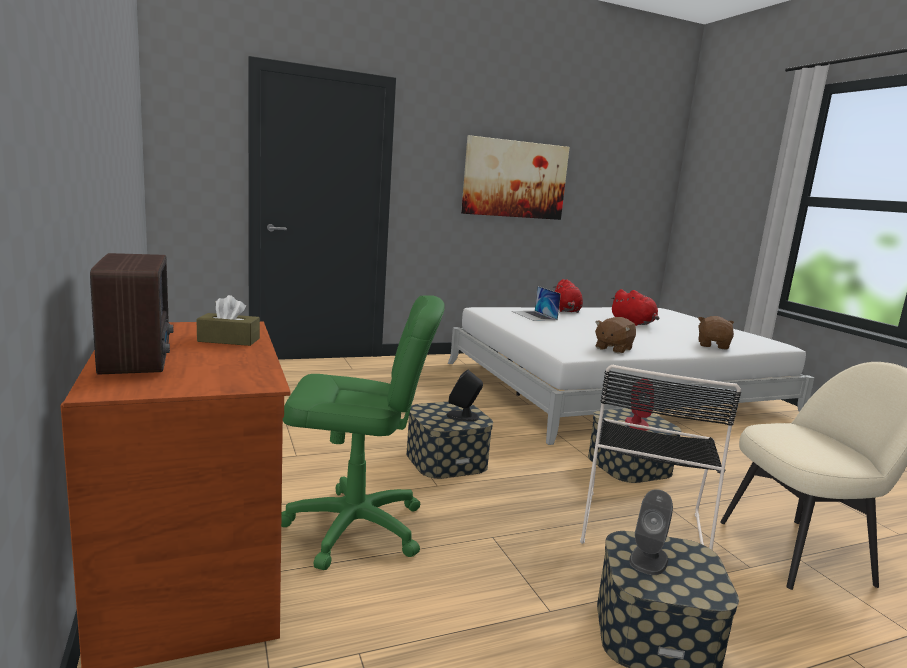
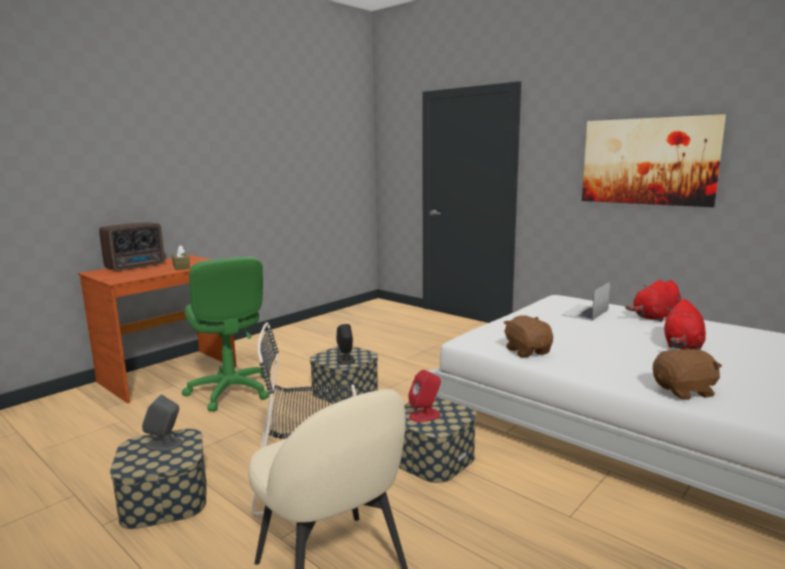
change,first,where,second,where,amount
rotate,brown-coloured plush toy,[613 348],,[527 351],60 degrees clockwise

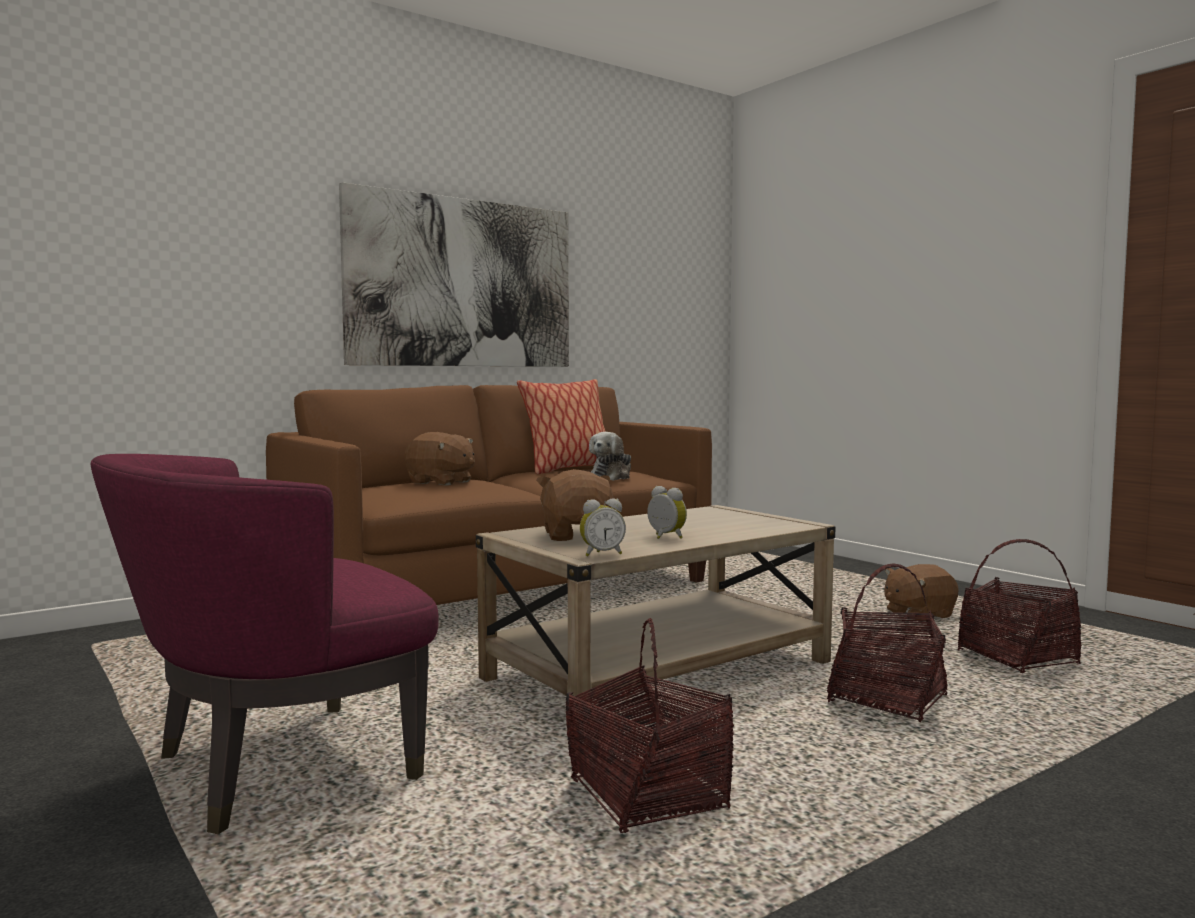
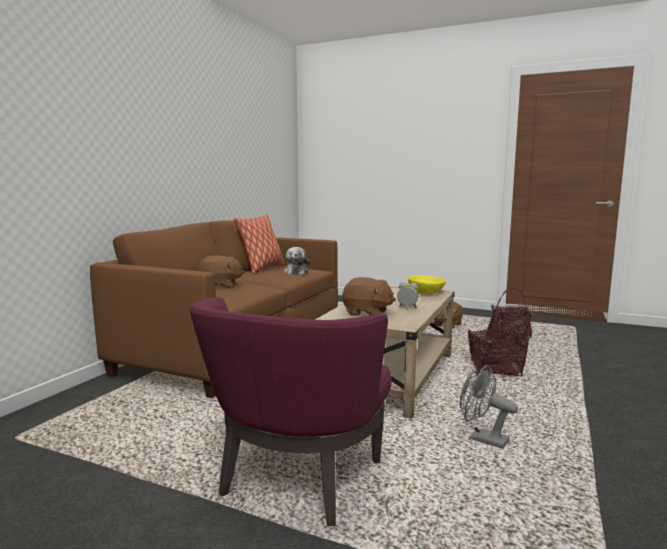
change,first,where,second,where,amount
delete,picture,[462 283],,,
rotate,brown-coloured plush toy,[578 535],,[367 313],150 degrees clockwise
delete,alarm clock,[601 554],,,
replace,household basket,[648 797],gray cooling fan,[482 439],
insert,,,yellow deep dish,[426 293],

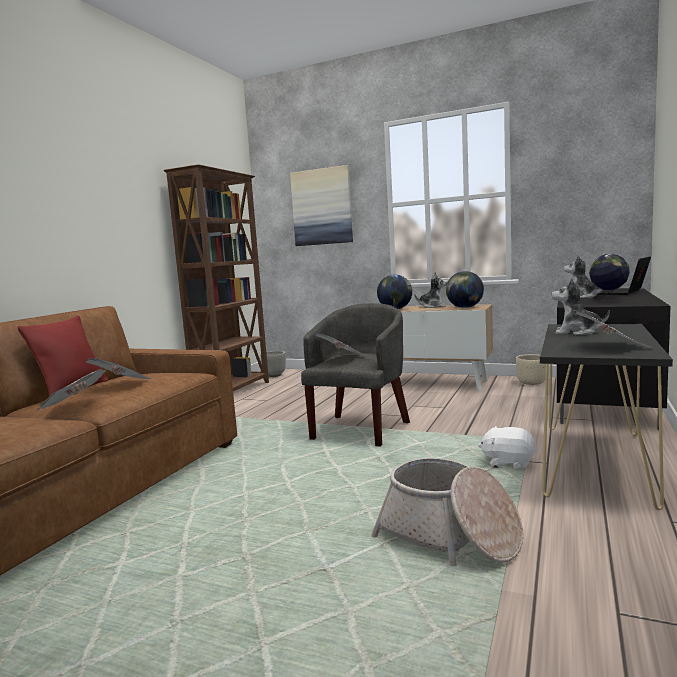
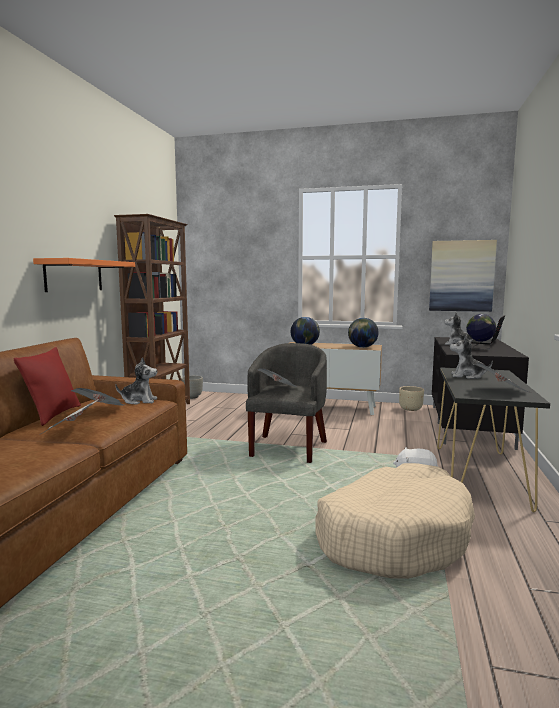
change,first,where,second,where,amount
move,picture,[322 207],,[461 276],
move,plush toy,[433 306],,[139 401],
replace,household basket,[449 536],sand-coloured pet bed,[393 536],
insert,,,orangey bracket shelf,[74 275],

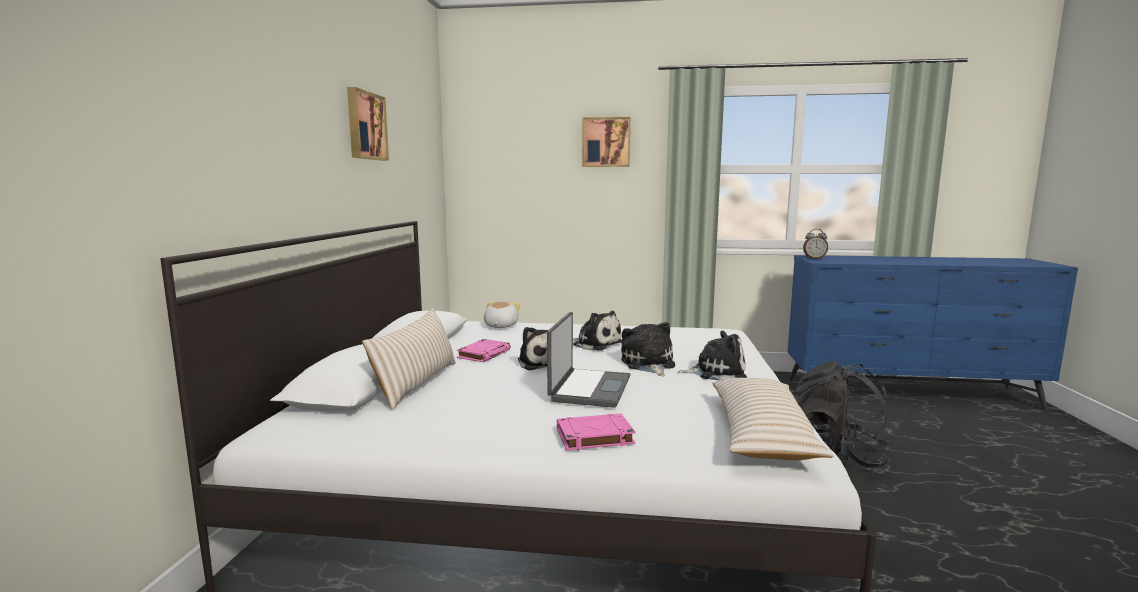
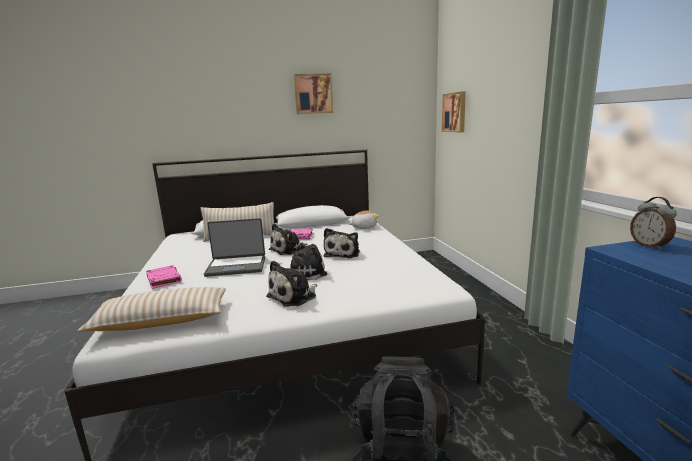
change,first,where,second,where,amount
move,picture,[606 142],,[455 112],
rotate,plush toy,[716 372],,[294 296],60 degrees clockwise

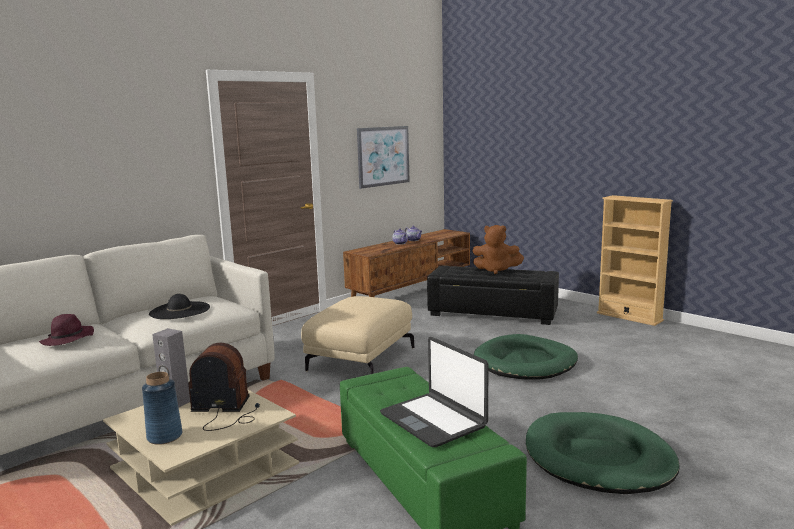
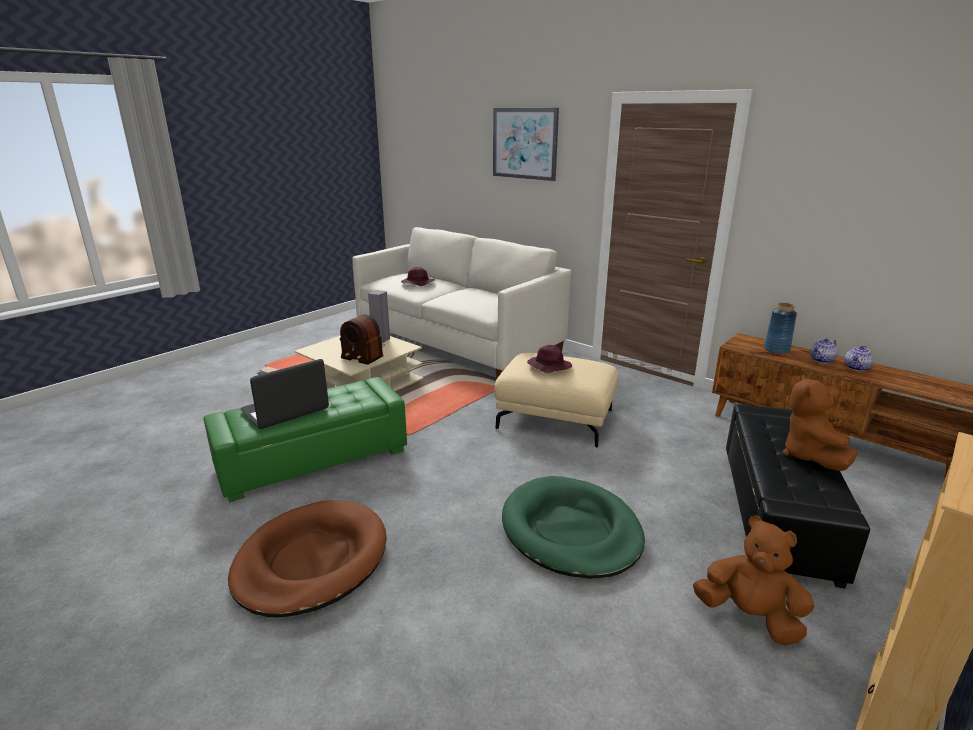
change,first,where,second,where,amount
move,picture,[383 156],,[524 143],
delete,blackish hat,[180 310],,,
rotate,radio set,[225 411],,[363 354],120 degrees clockwise
move,blue-coloured vase,[164 436],,[776 349],
recolor,green-coloured pet bed,[598 458],brown-coloured pet bed,[311 561],
insert,,,purple-coloured hat,[548 366],
insert,,,brown-coloured plush toy,[749 616],

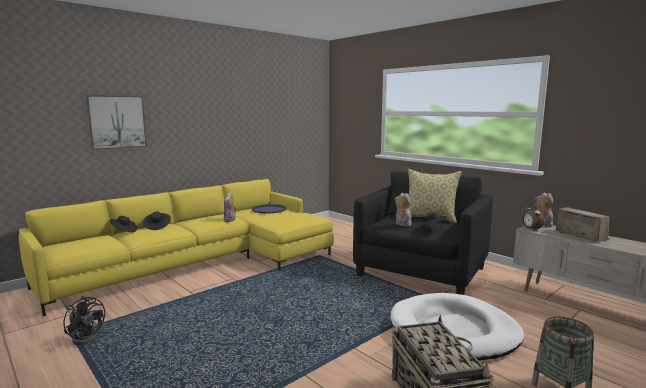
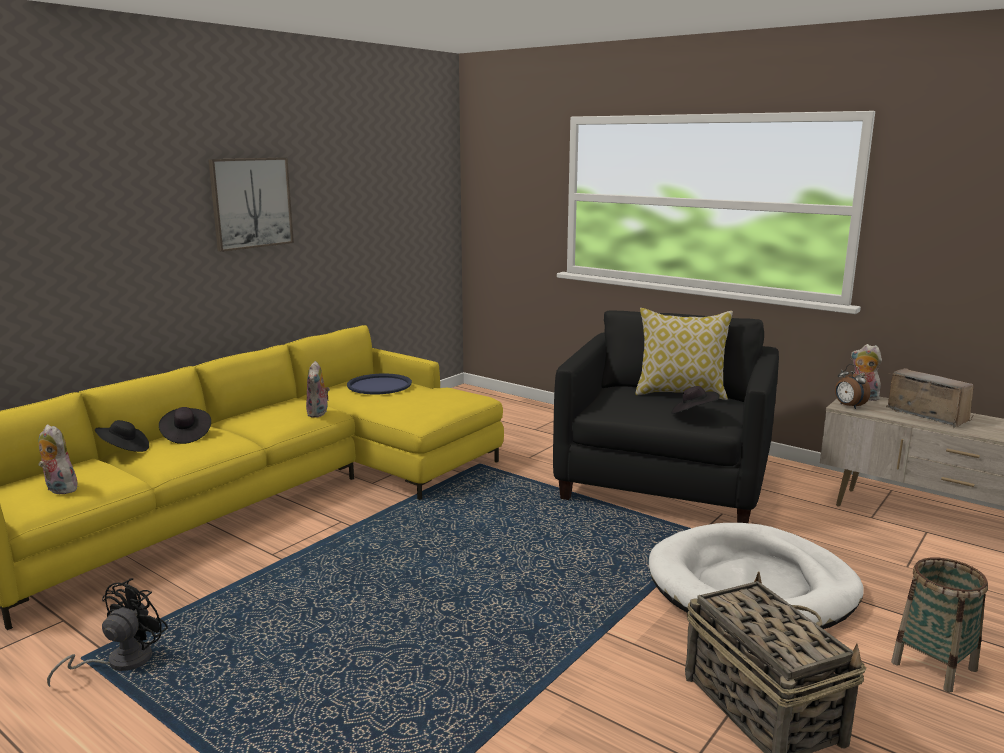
change,first,where,second,where,amount
move,picture,[117 122],,[251 203],
move,plush toy,[402 224],,[59 489],
rotate,blackish cooling fan,[87 337],,[120 662],90 degrees counterclockwise

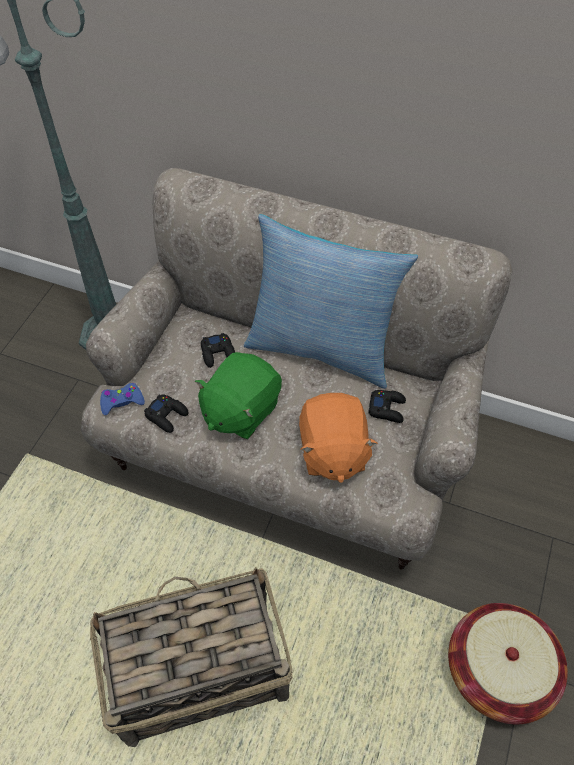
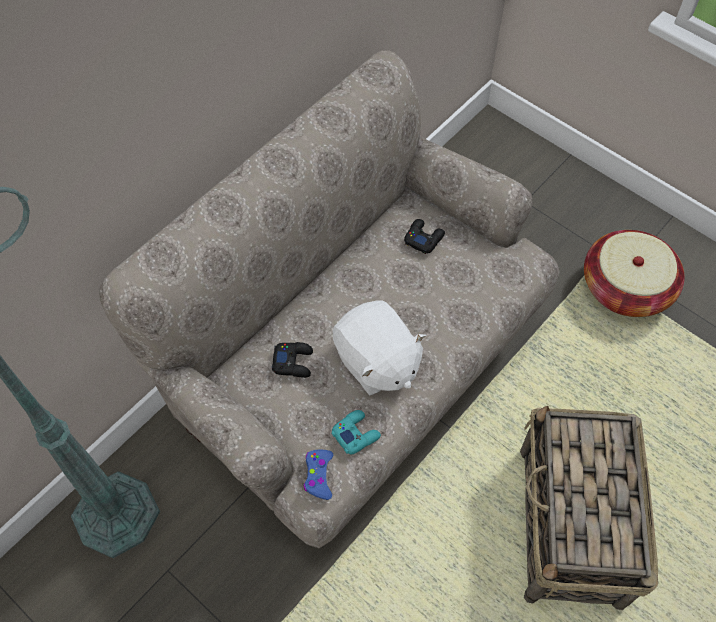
change,first,where,second,where,amount
delete,pillow,[321 348],,,
recolor,green-coloured plush toy,[240 410],white-coloured plush toy,[376 362],
delete,orangey plush toy,[332 451],,,
recolor,blackish game controller,[167 415],turquoise-coloured game controller,[356 434],

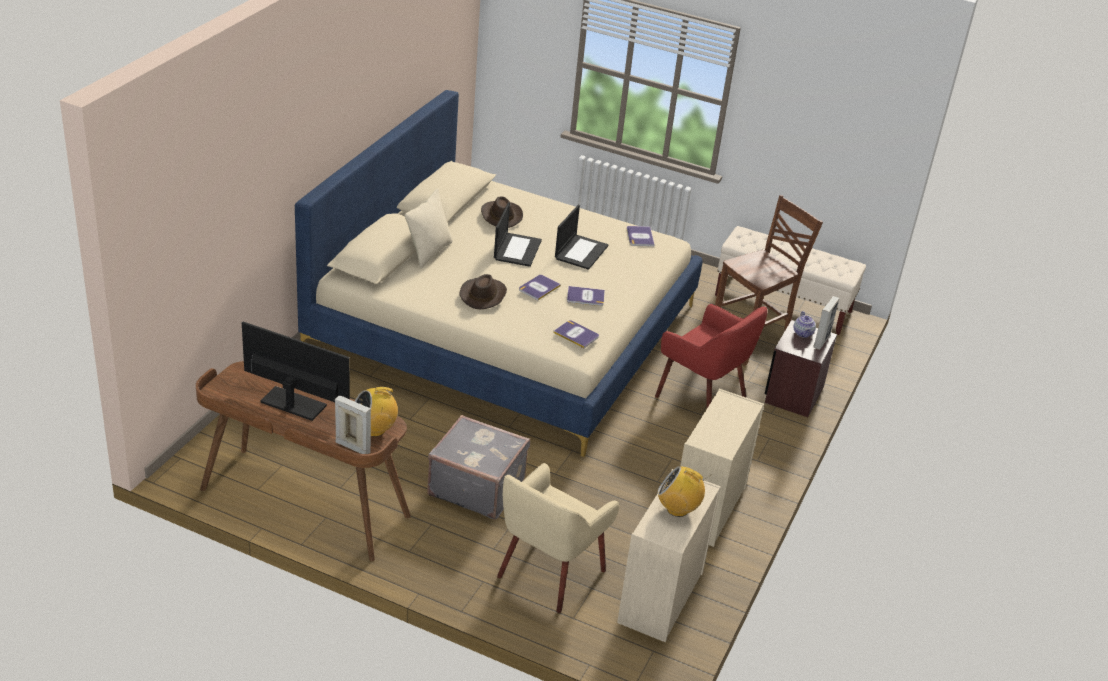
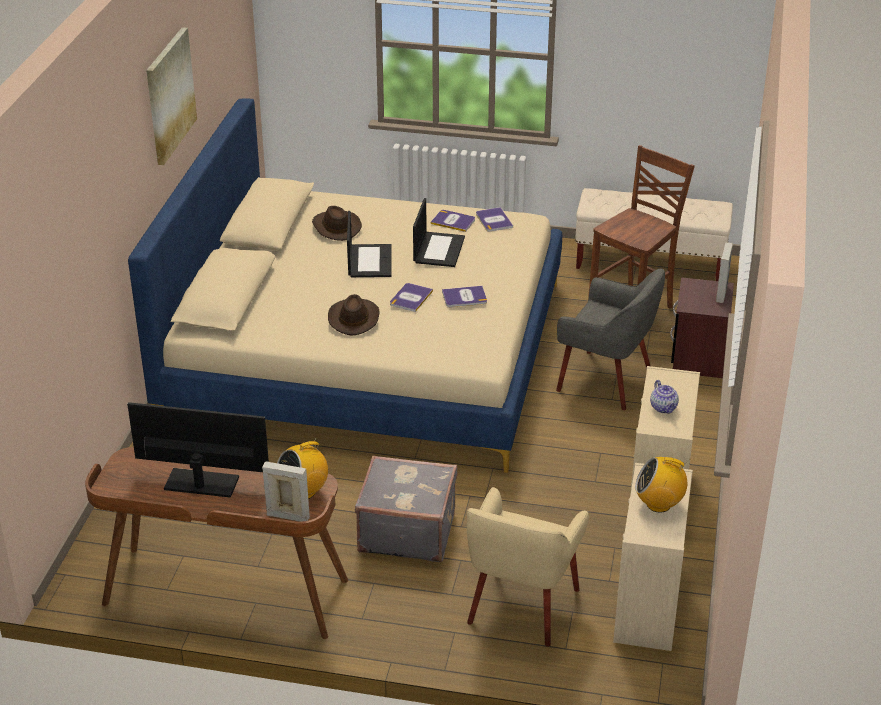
change,first,where,second,where,amount
delete,sand-coloured pillow,[429 252],,,
recolor,red easy chair,[702 397],gray easy chair,[606 381],
move,teapot,[803 333],,[664 408],
move,volume,[576 334],,[453 221],
insert,,,picture,[169 95],

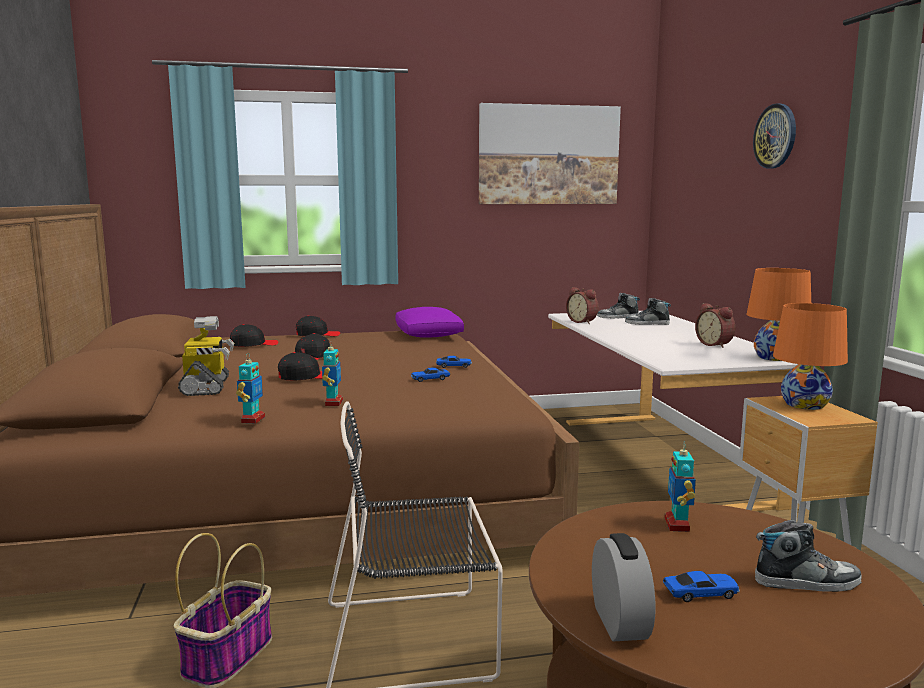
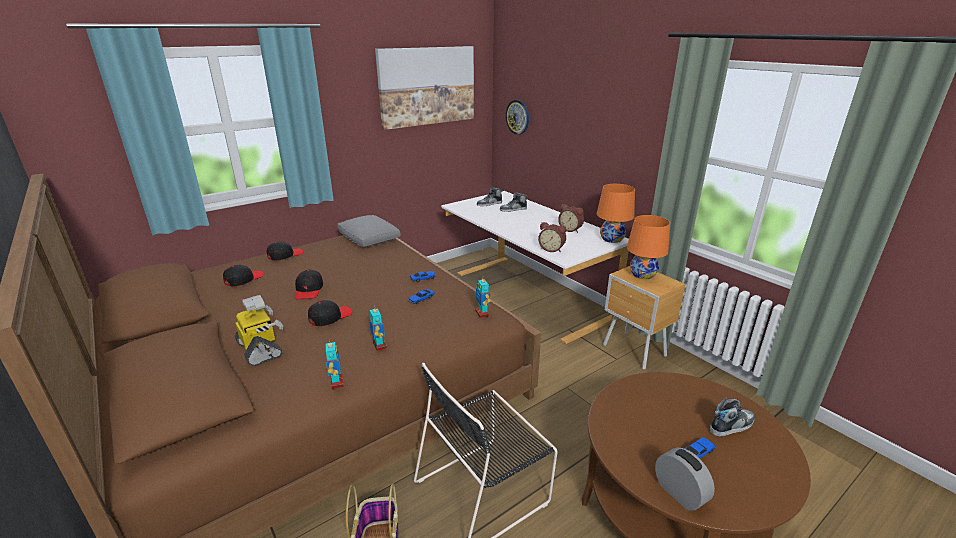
change,first,where,second,where,amount
move,wall clock,[775 136],,[518 117],
move,alarm clock,[583 322],,[552 249],
recolor,purple-coloured pillow,[428 334],gray pillow,[368 238],
move,toy robot,[678 525],,[482 313],

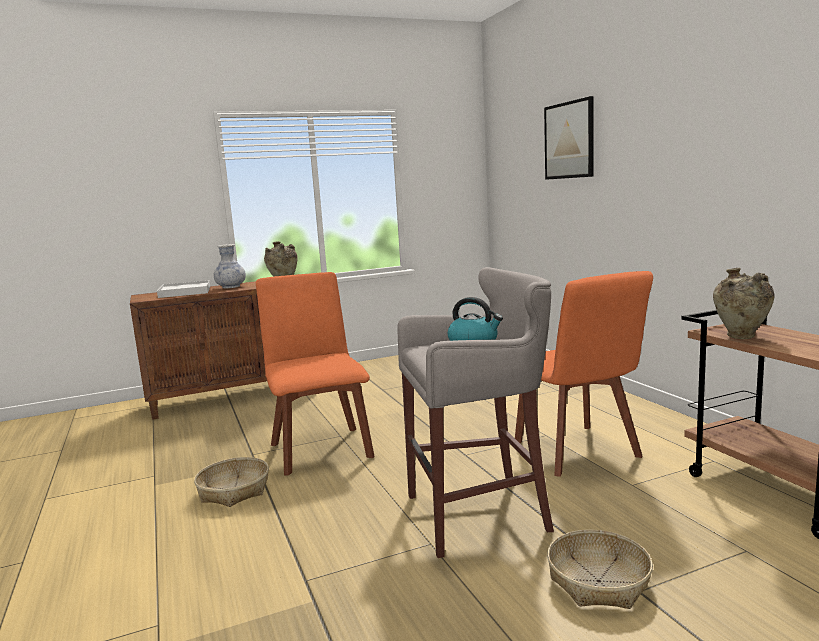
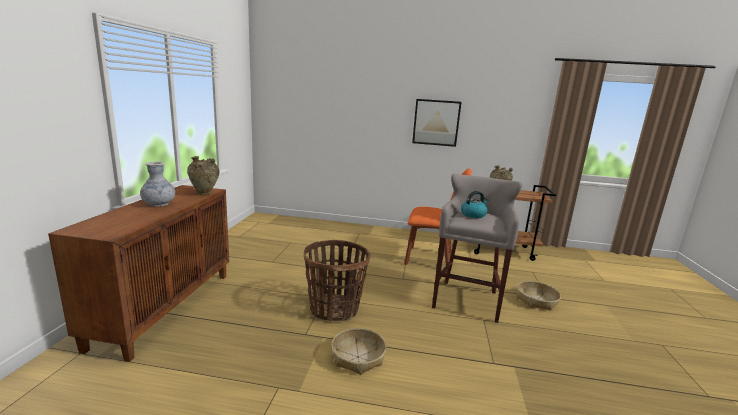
change,first,where,second,where,amount
move,picture,[569 140],,[436 122],
replace,orangey chair,[320 448],household basket,[334 309],
delete,white-coloured serving tray,[185 292],,,

